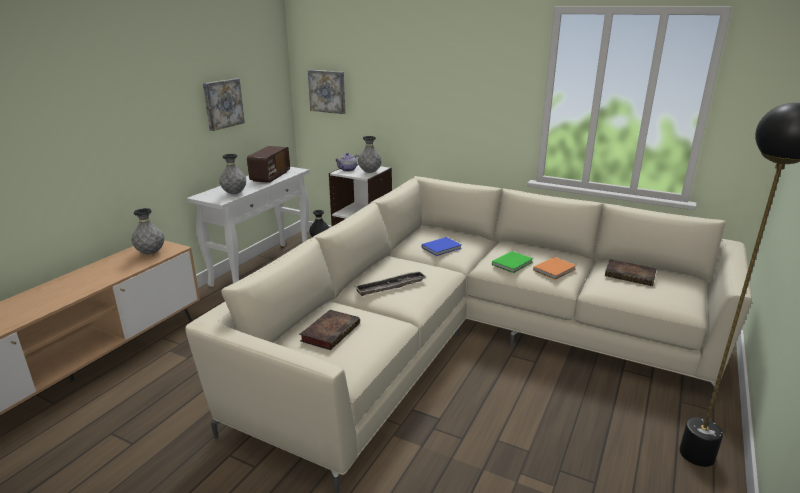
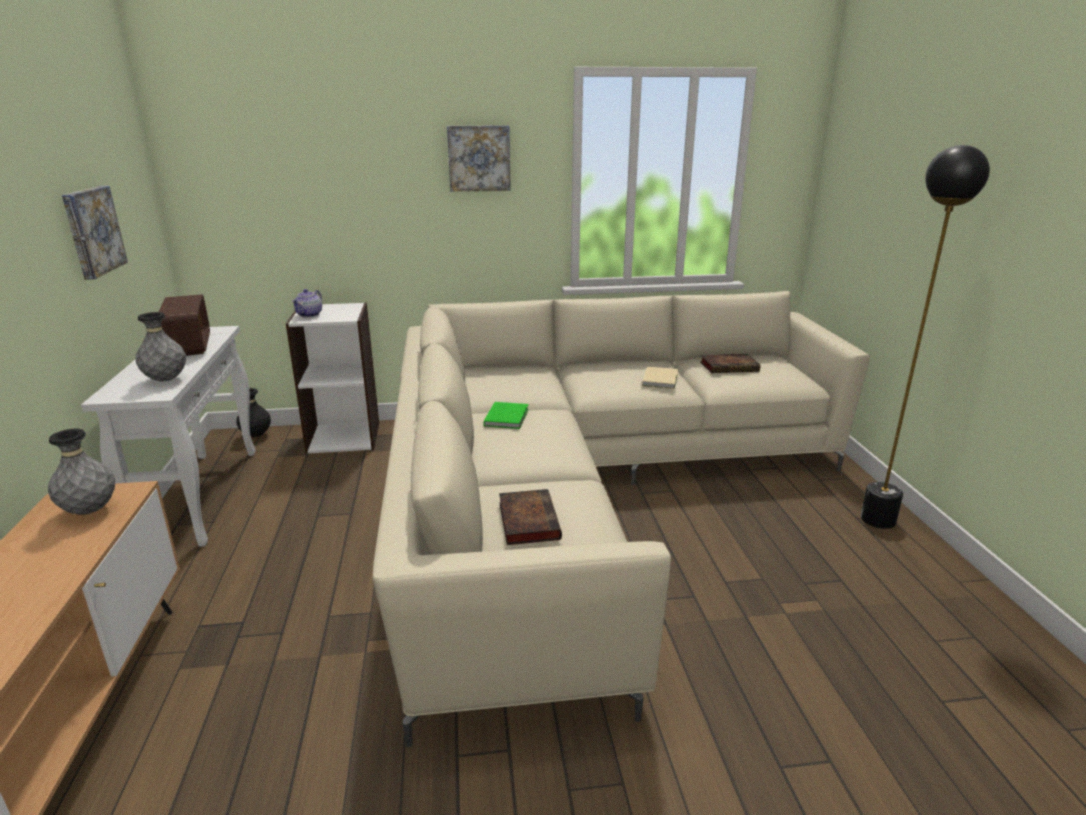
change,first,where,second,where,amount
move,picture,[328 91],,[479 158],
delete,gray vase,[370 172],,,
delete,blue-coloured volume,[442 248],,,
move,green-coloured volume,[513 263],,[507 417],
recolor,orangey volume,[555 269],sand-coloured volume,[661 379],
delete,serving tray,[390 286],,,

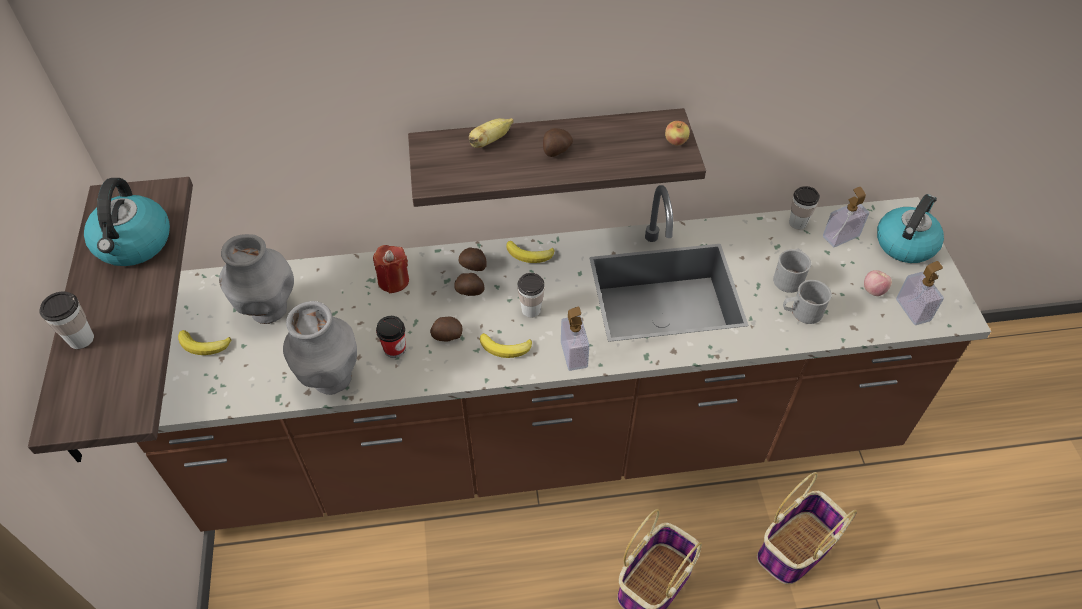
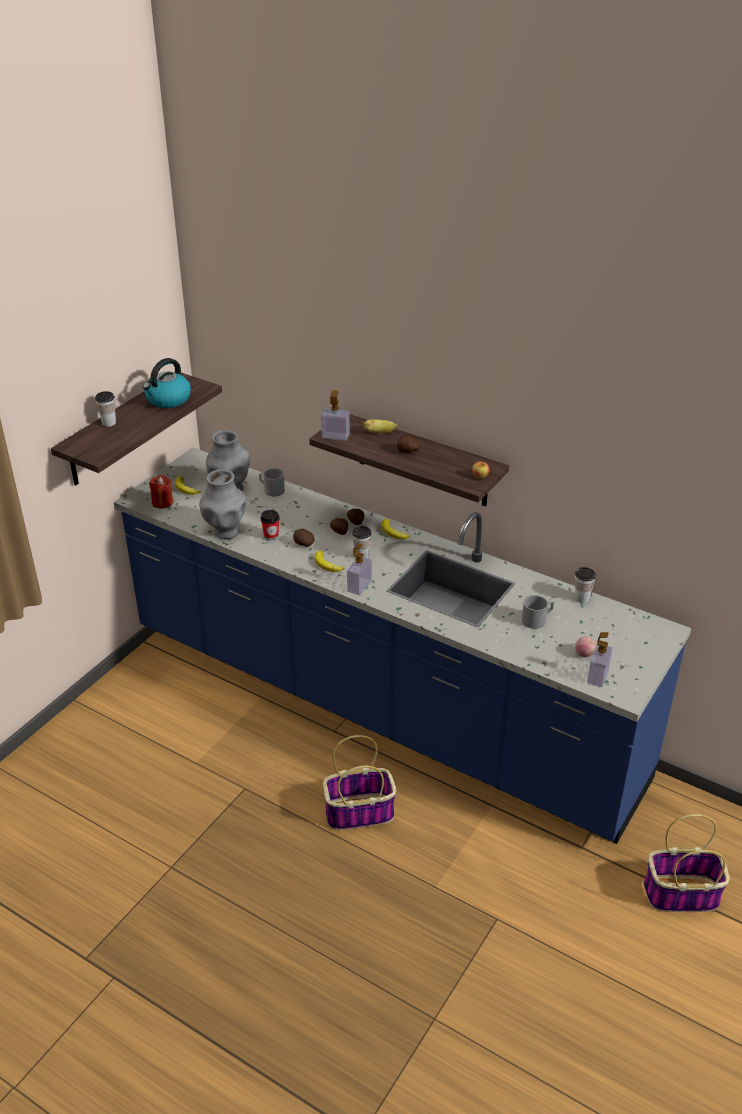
change,first,where,second,where,amount
recolor,brown-coloured kitchen counter,[541 443],blue-coloured kitchen counter,[371 702],
move,liquid soap bottle,[840 236],,[335 436],
delete,kettle,[905 243],,,
move,red wax light,[393 281],,[162 502],
move,gray tea mug,[801 312],,[271 489],
move,household basket,[795 549],,[680 895],

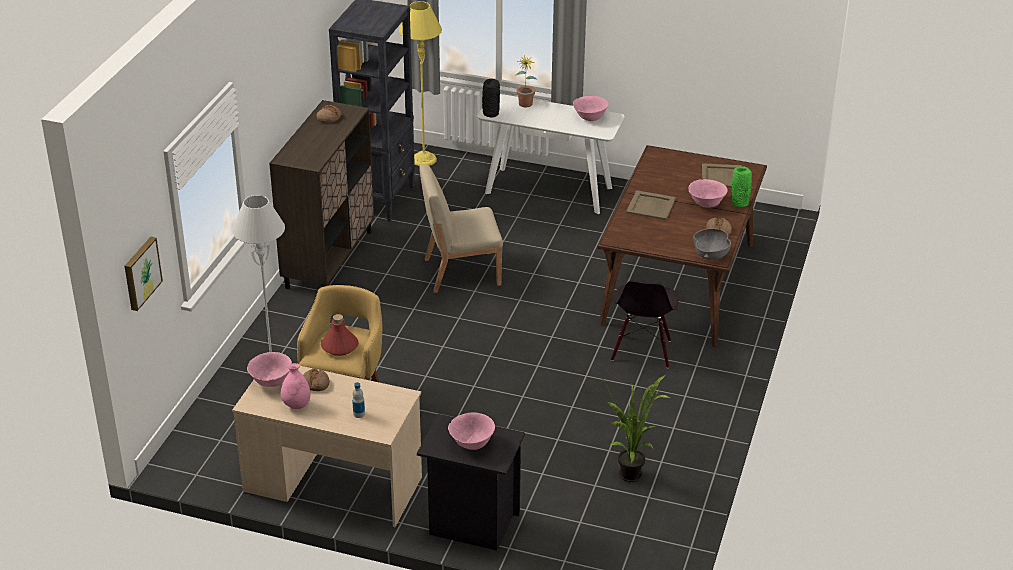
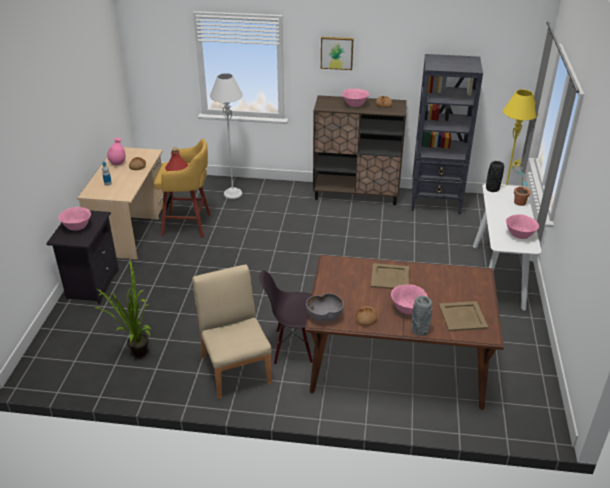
change,first,where,second,where,amount
move,sand-coloured chair,[461 271],,[236 368],
recolor,green-coloured vase,[740 203],gray vase,[419 330],
move,picture,[141 273],,[337 52],
move,pinkish deep dish,[271 382],,[354 105],

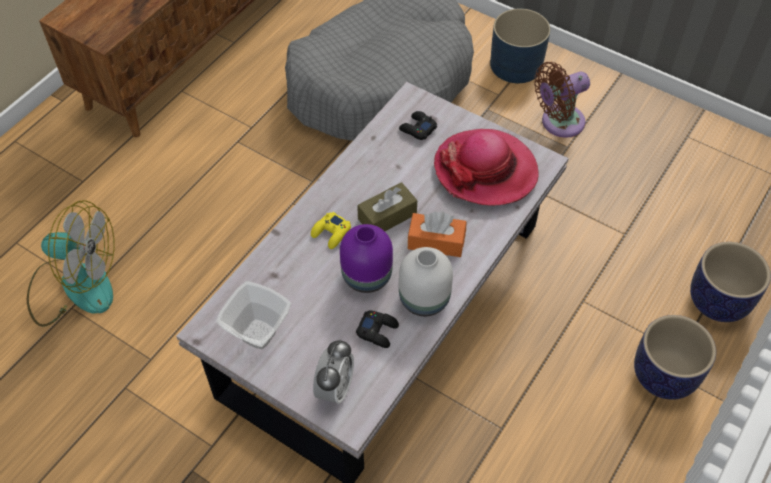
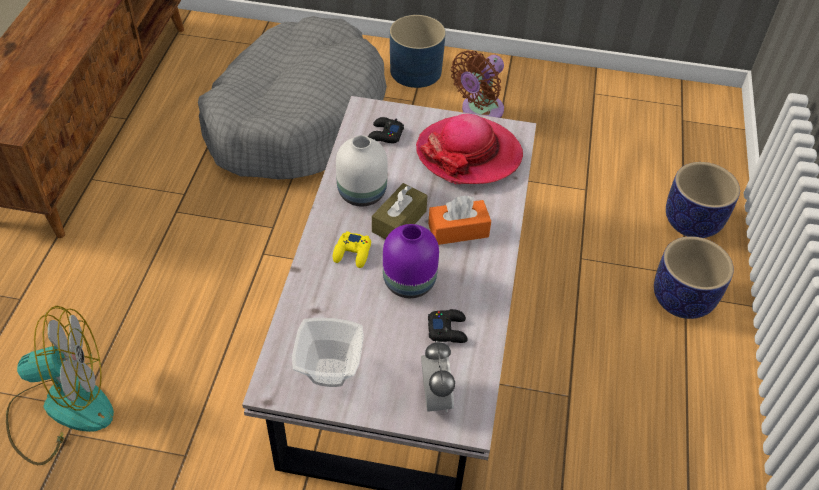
change,first,where,second,where,amount
move,white-coloured vase,[425 298],,[362 192],

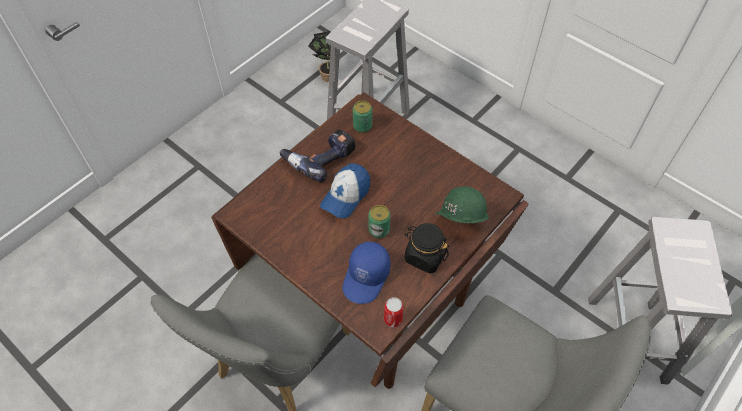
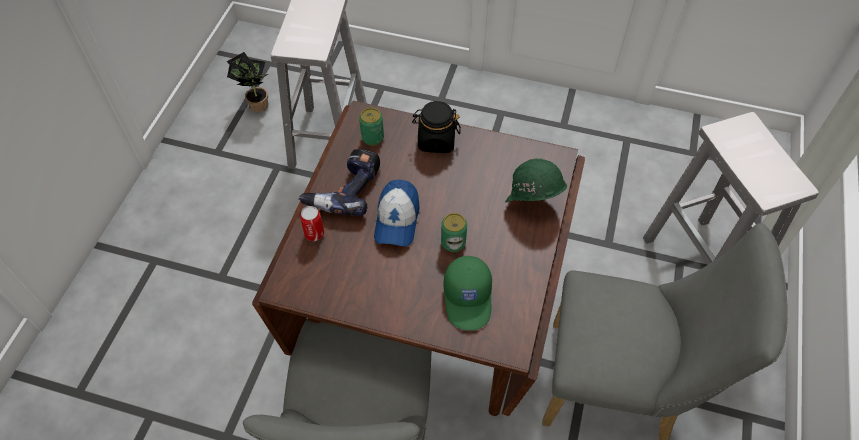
change,first,where,second,where,amount
move,blackish preserve jar,[424 256],,[436 140],
recolor,blue-coloured peaked cap,[366 277],green-coloured peaked cap,[469 298],
move,sealed can,[393 319],,[314 233],

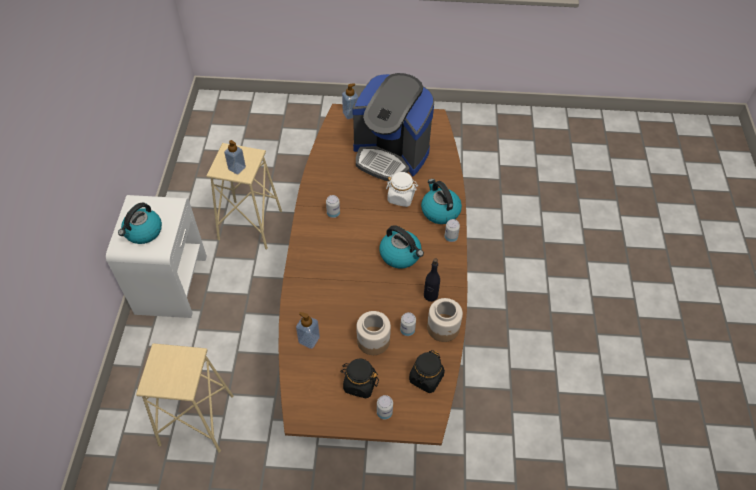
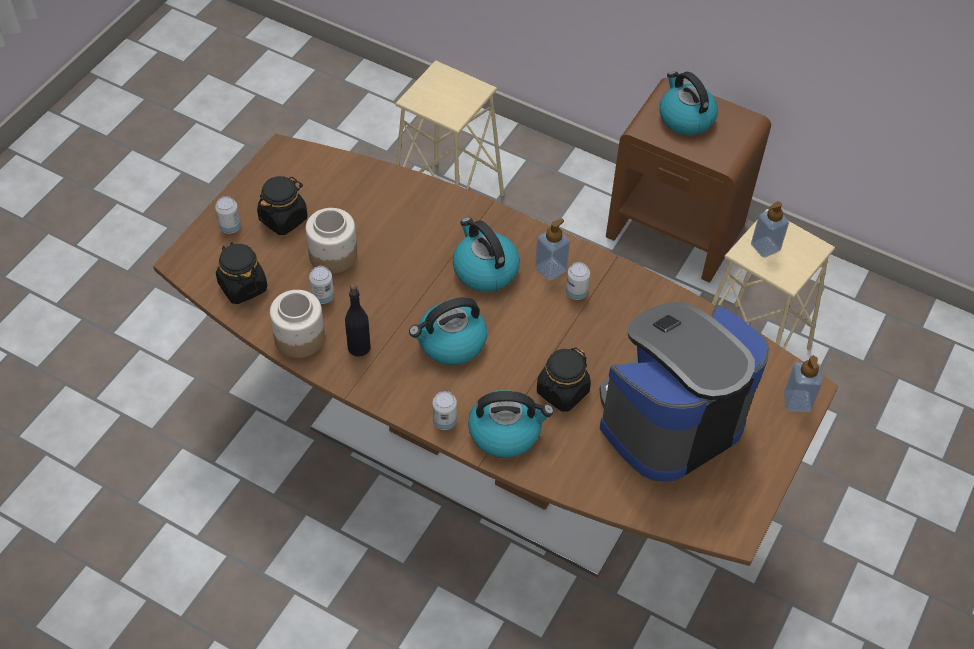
change,first,where,second,where,amount
recolor,white-coloured preserve jar,[401 197],blackish preserve jar,[562 392],
recolor,white-coloured bedside table,[171 283],brown-coloured bedside table,[676 231],
move,liquid soap bottle,[309 340],,[550 269],
insert,,,kettle,[484 270],

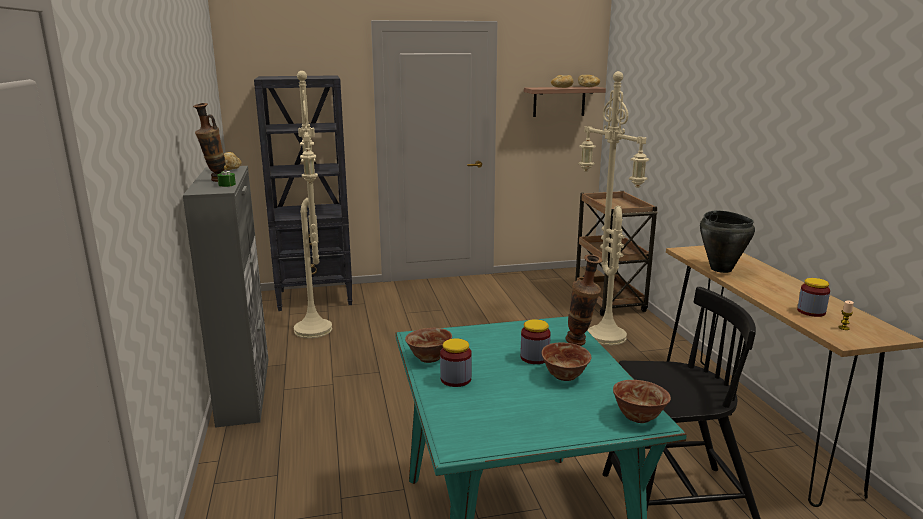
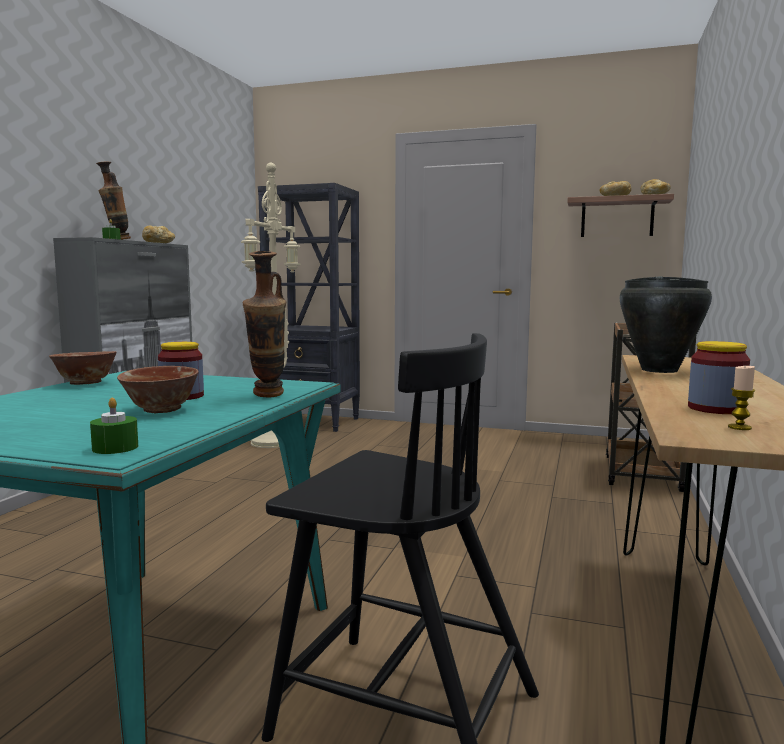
change,first,where,second,where,amount
delete,sand-coloured floor lamp,[603 336],,,
delete,preserve jar,[456 379],,,
replace,deep dish,[638 416],green-coloured wax light,[115 448],

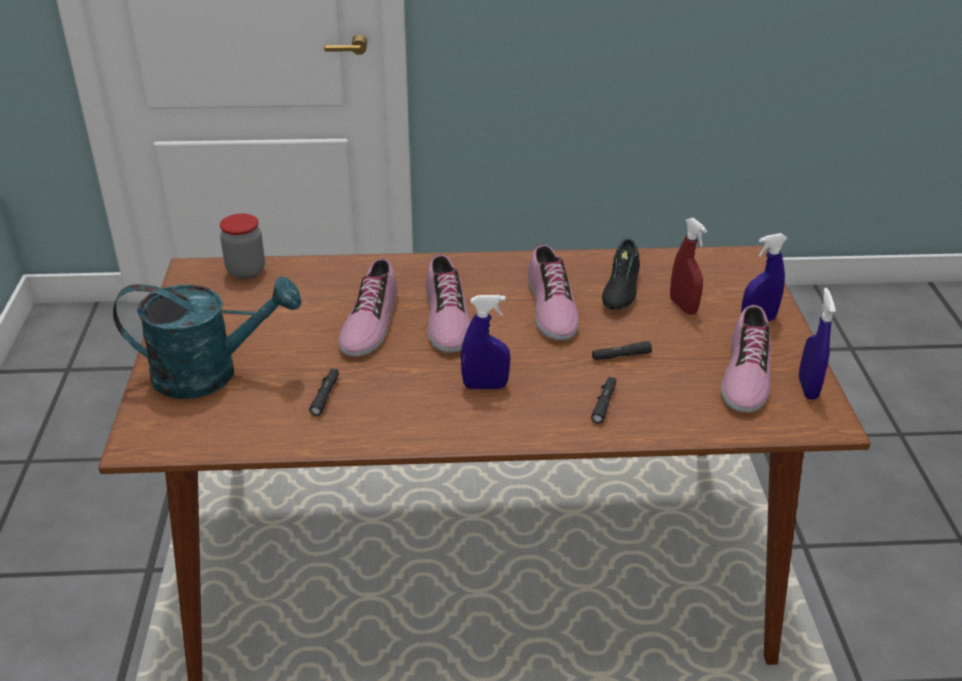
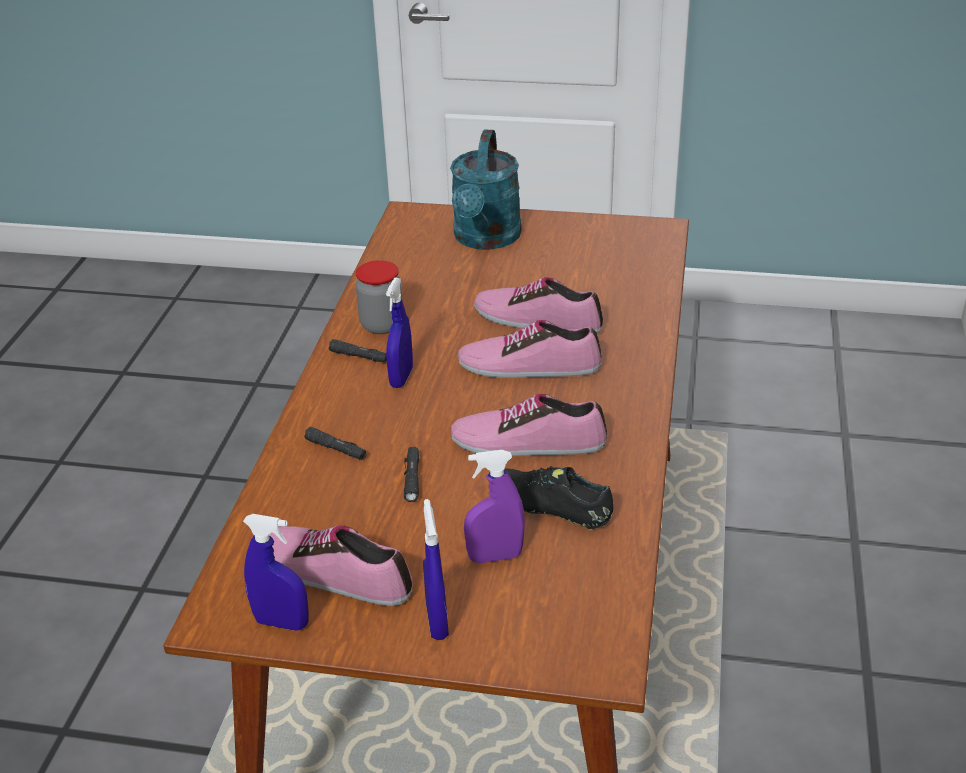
change,first,where,second,where,amount
move,preserve jar,[246 271],,[382 325],
recolor,red spray bottle,[683 306],purple-coloured spray bottle,[495 556],
move,blackish torch,[325 396],,[359 356],

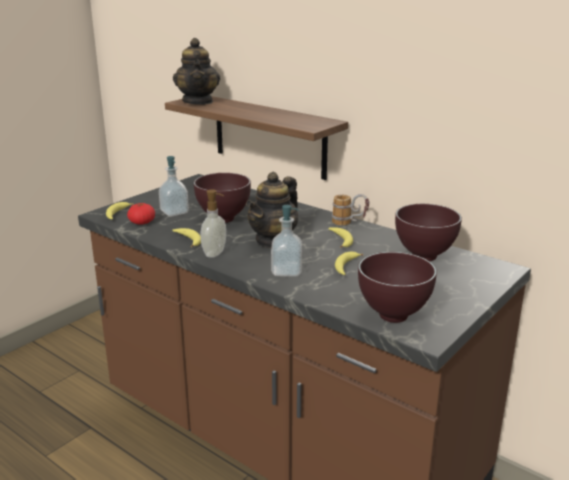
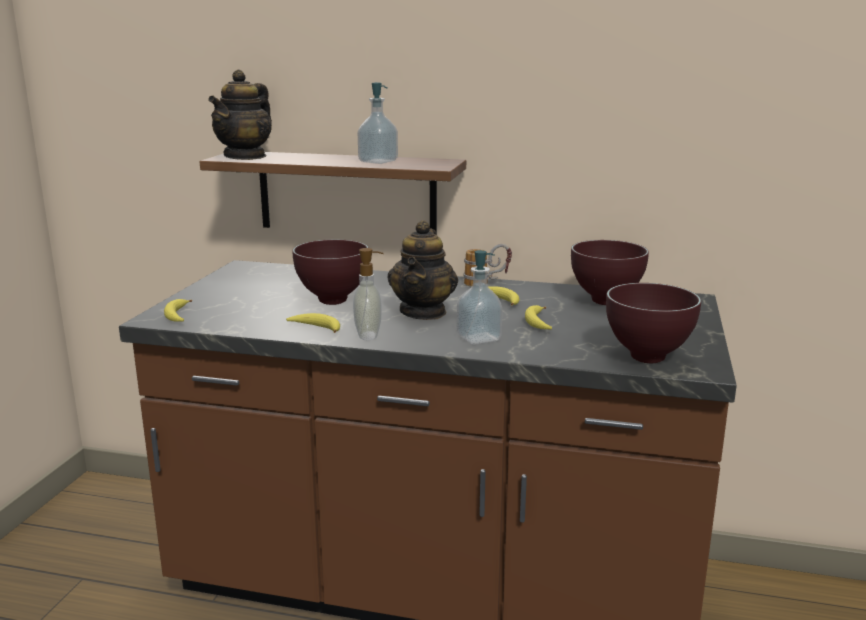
change,first,where,second,where,amount
rotate,teapot,[198 102],,[245 156],60 degrees clockwise
move,liquid soap bottle,[174 212],,[378 161],
delete,tomato,[142 222],,,

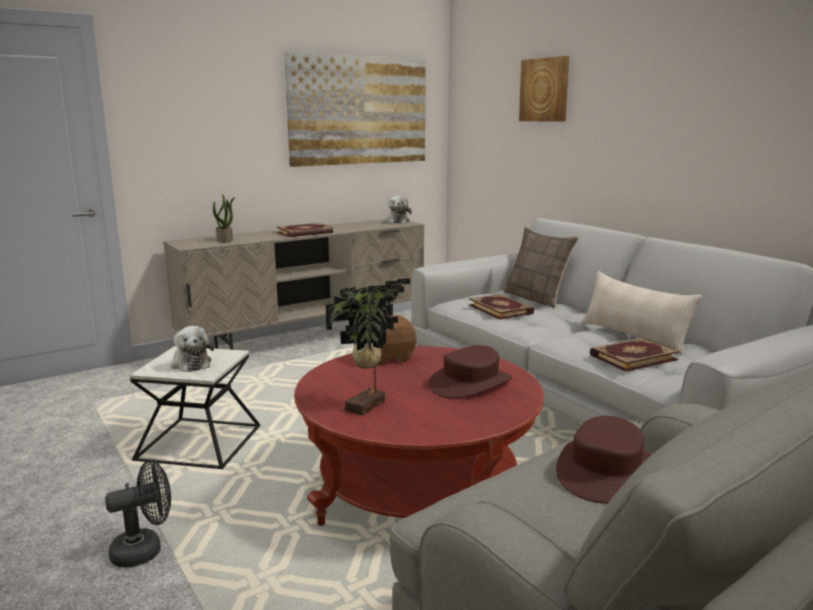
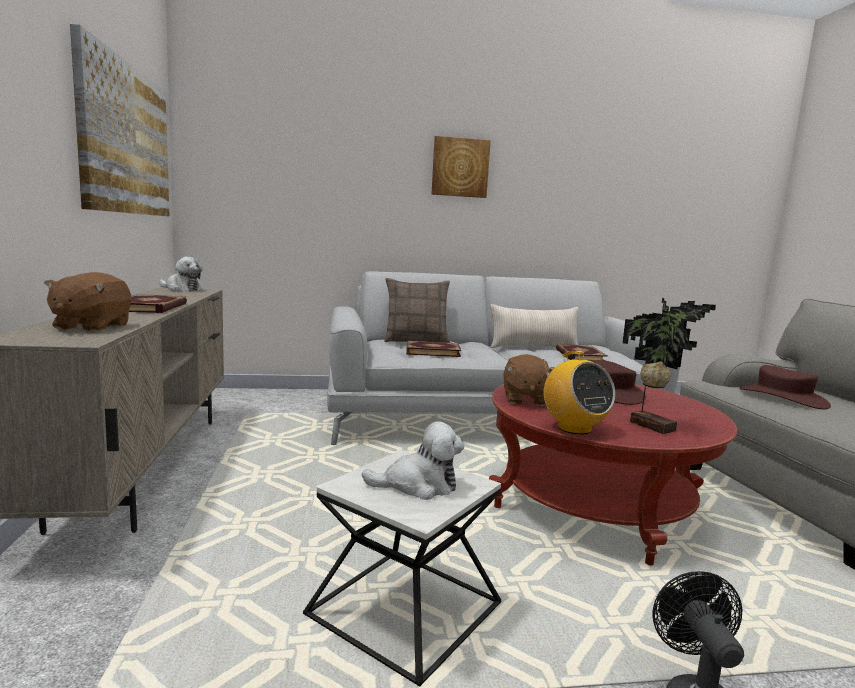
change,first,where,second,where,amount
move,picture,[544 90],,[460 167],
replace,houseplant,[225 240],brown-coloured plush toy,[91 327],
insert,,,radio set,[573 428],

